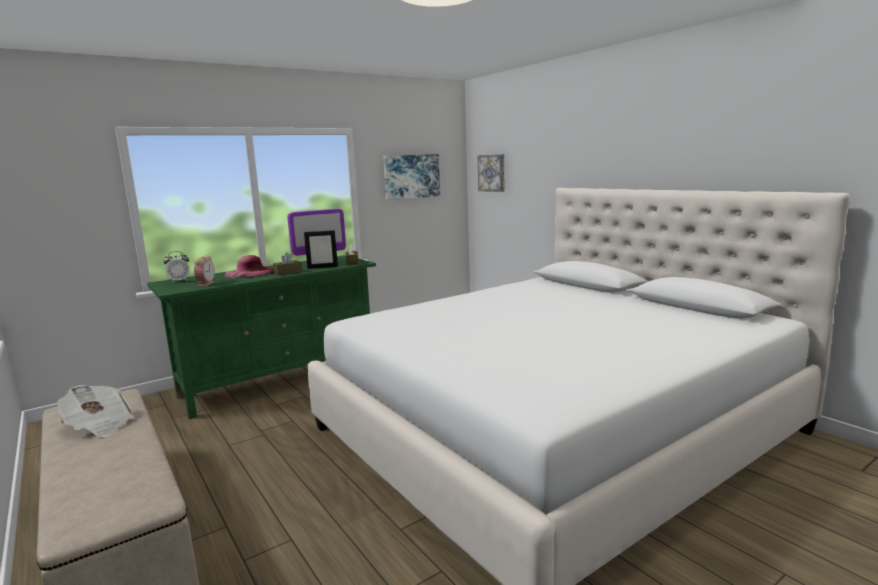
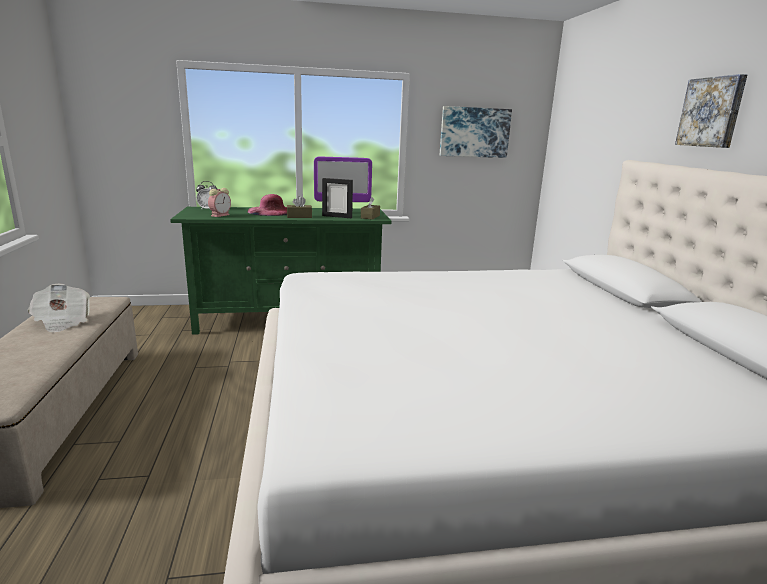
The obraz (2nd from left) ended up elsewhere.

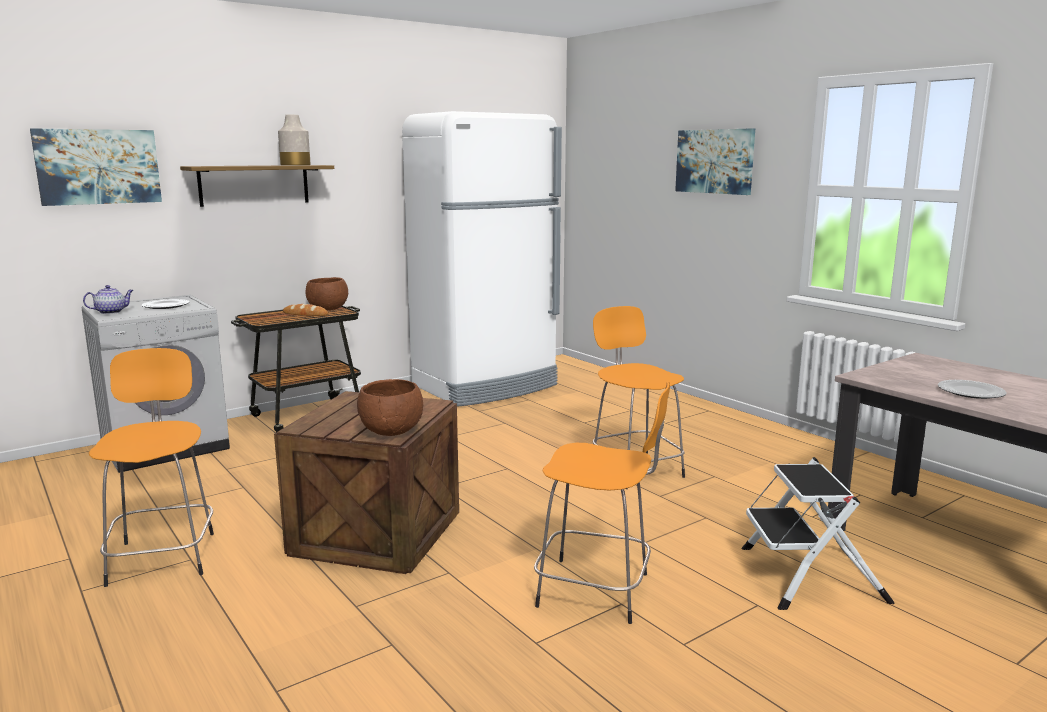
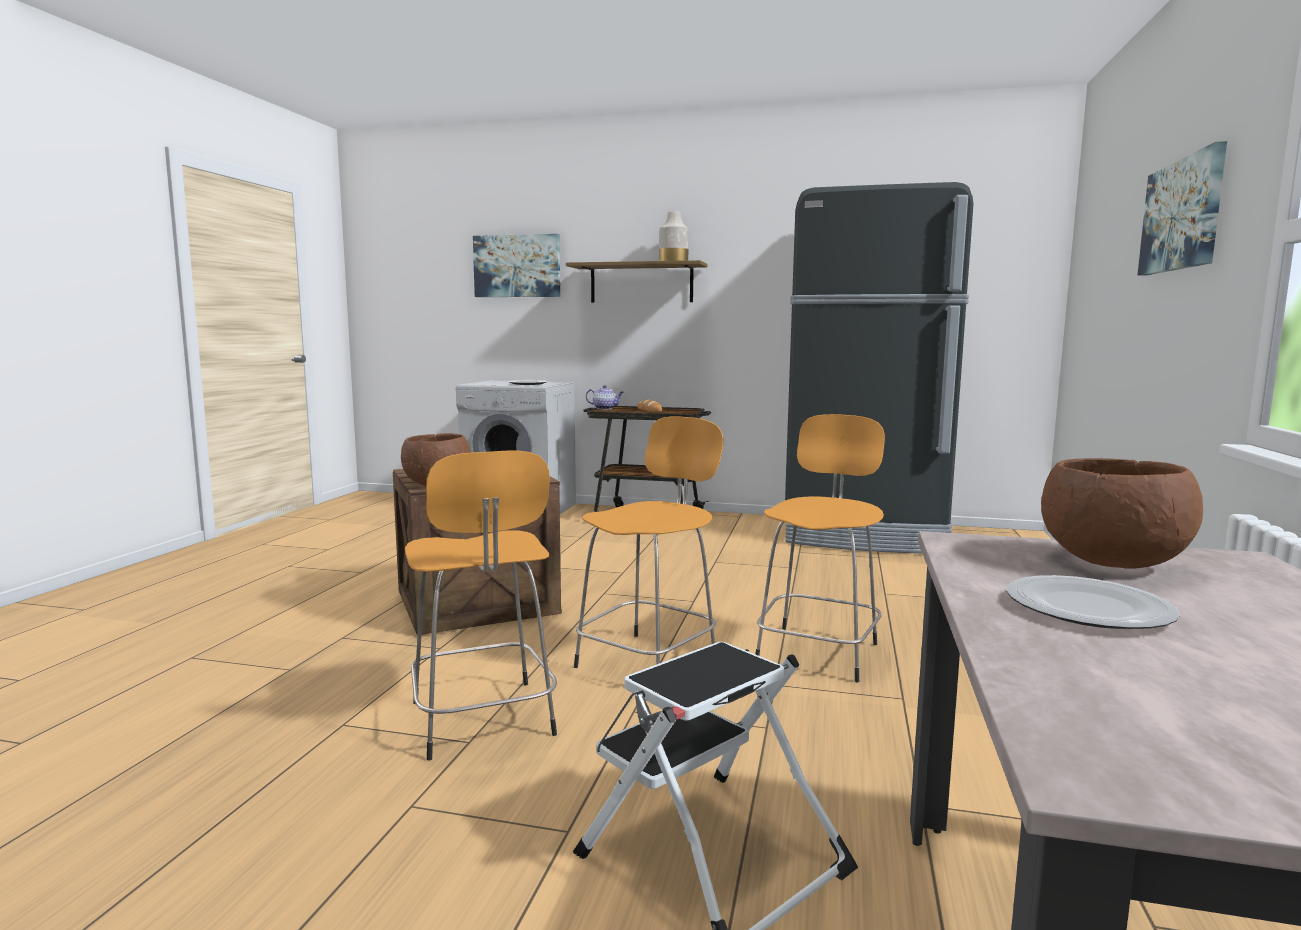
The imbryk ended up elsewhere.
The stołek/pomarańczowy (1st from left in the first image) ended up elsewhere.
The miska/brązowy (1st from left in the first image) ended up elsewhere.
What was the lodówka/biały turned into the lodówka/czarny.

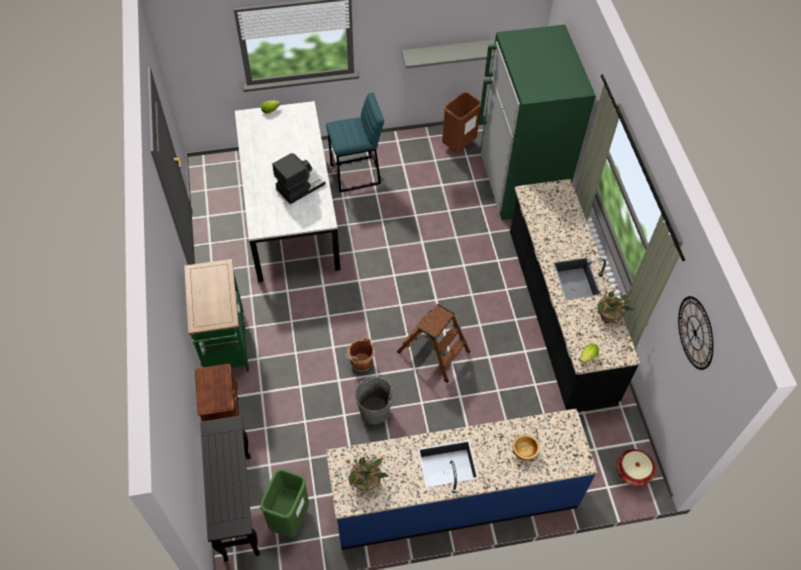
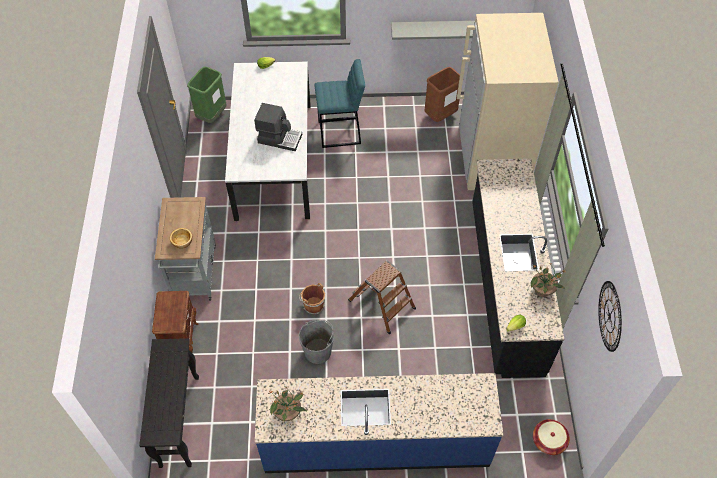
What was the wózek/zielony turned into the wózek/szary.
The kosz na śmieci/zielony ended up elsewhere.
The ekspres do kawy ended up facing another way, 45 degrees clockwise from before.
What was the lodówka/zielony turned into the lodówka/beżowy.
The miska ended up elsewhere.

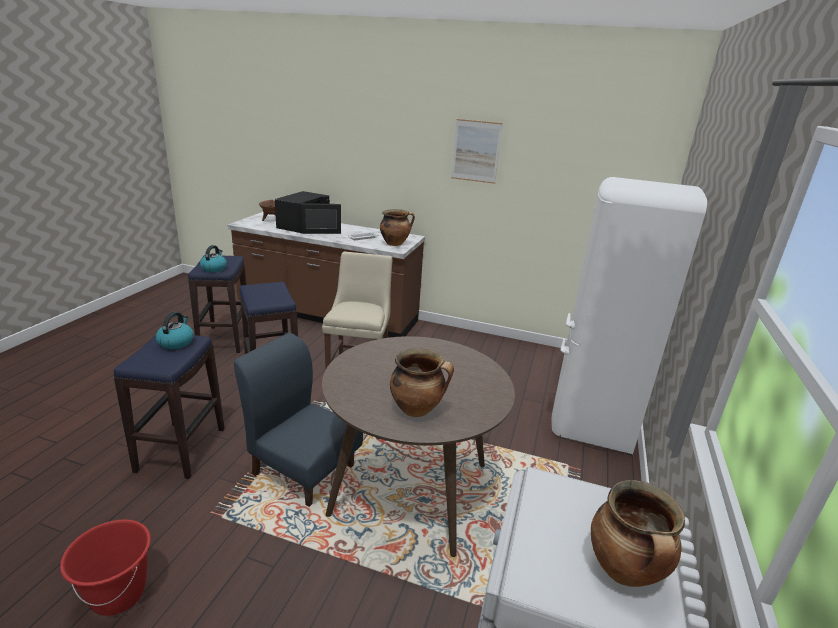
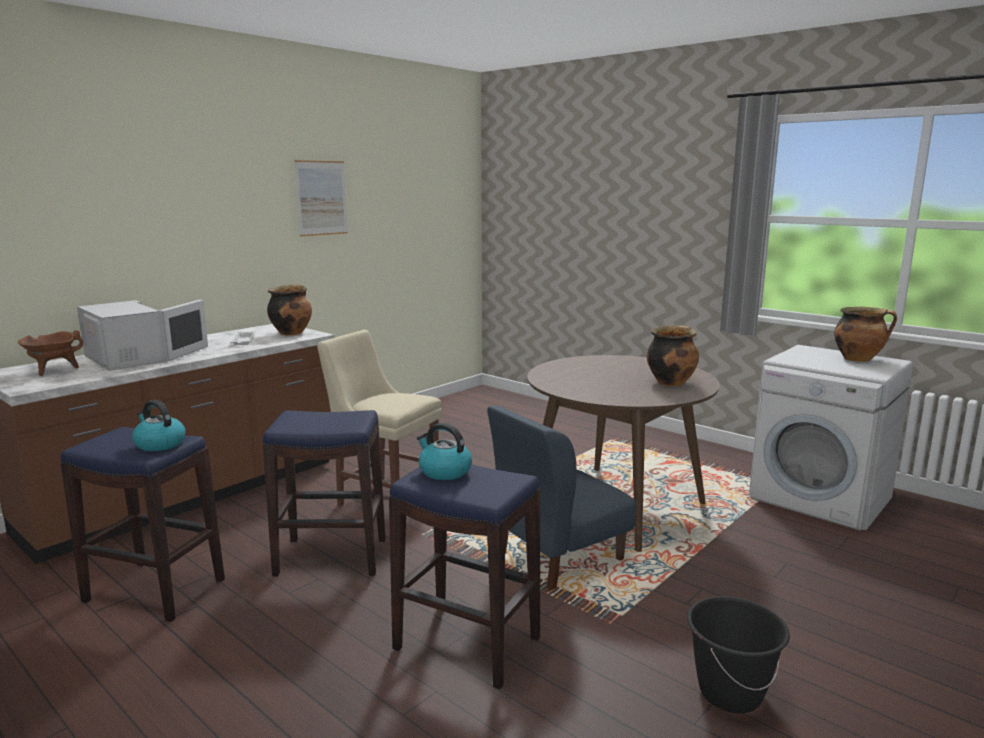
What was the wiadro/czerwony turned into the wiadro/czarny.
What was the mikrofalówka/czarny turned into the mikrofalówka/biały.
The second view lost the lodówka/biały.

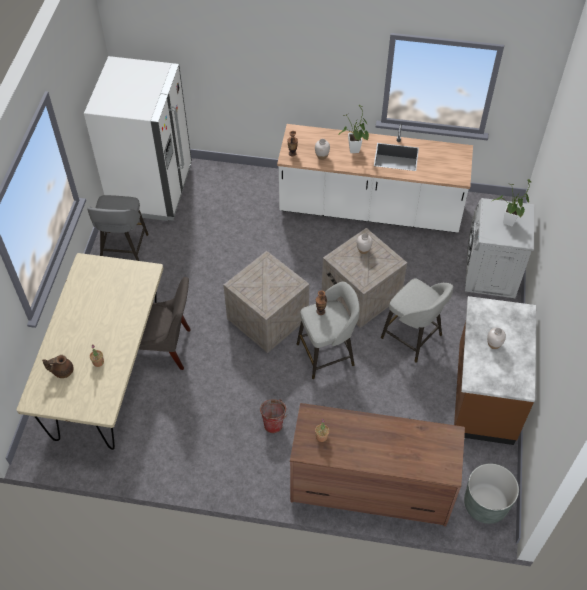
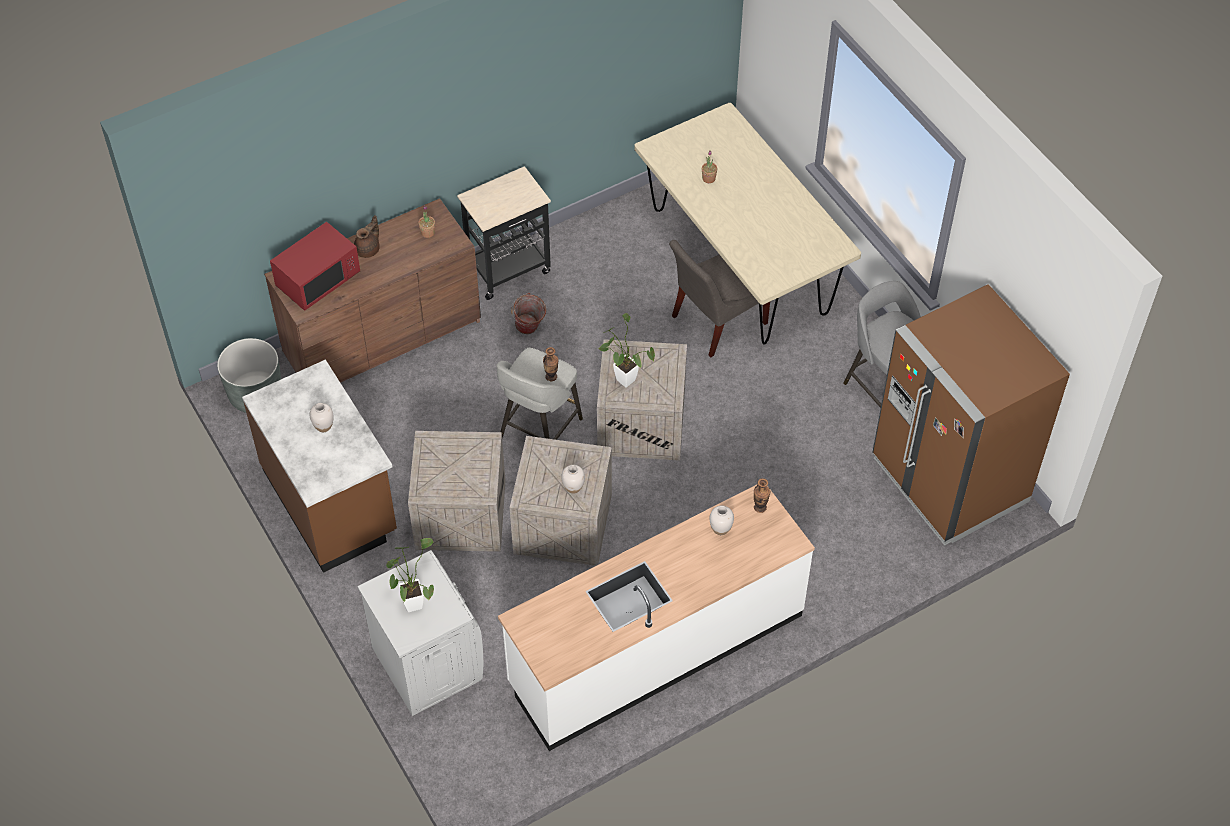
The imbryk/brązowy ended up elsewhere.
What was the lodówka/biały turned into the lodówka/brązowy.
The roślina doniczkowa (3rd from left) ended up elsewhere.
Where the stołek/szary (3rd from left) stood, the skrzynka (1st from left) came to stand.
The second view gained the mikrofalówka/czerwony.
The second view gained the wózek.

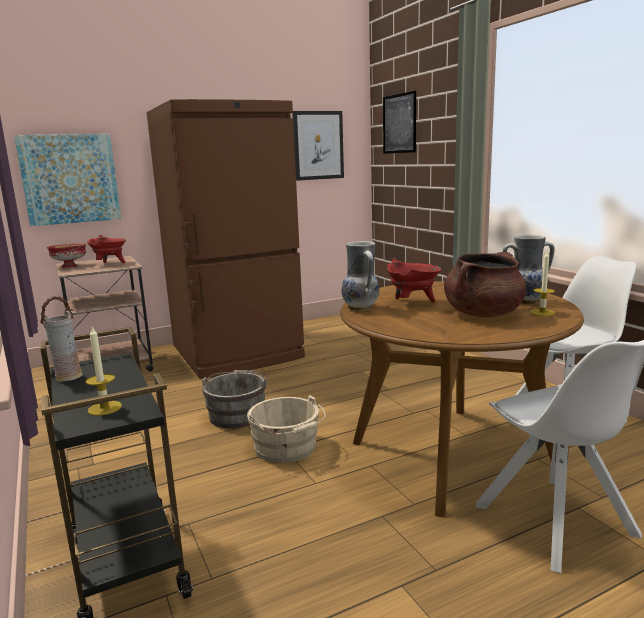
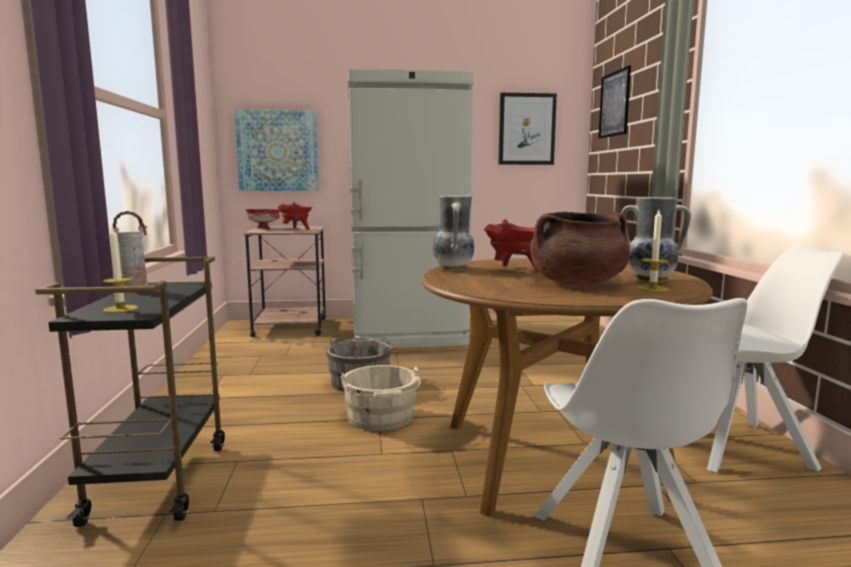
What was the lodówka/brązowy turned into the lodówka/biały.

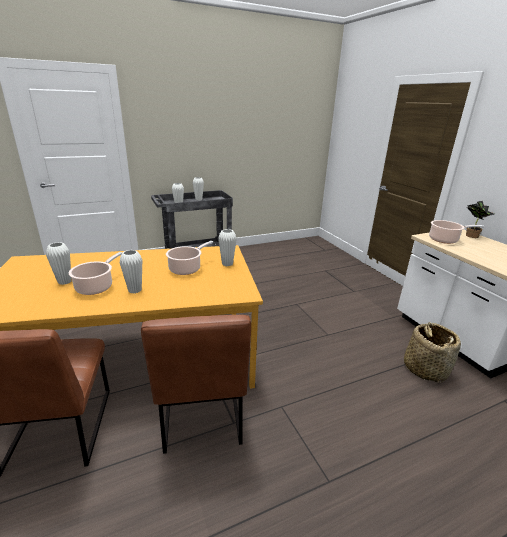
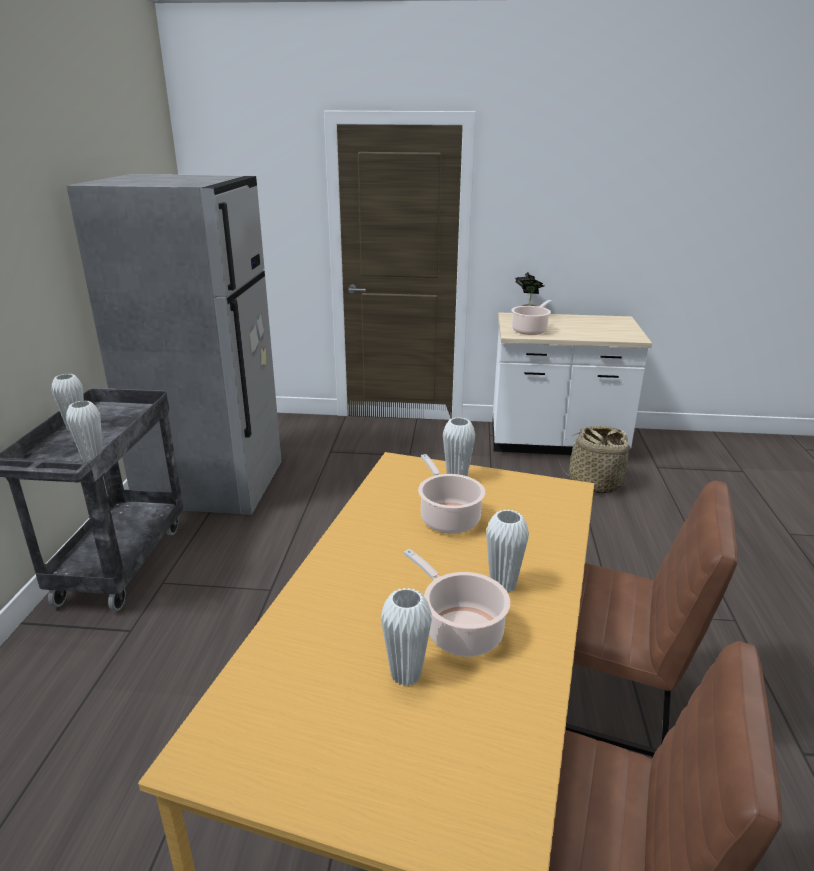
The second view gained the lodówka/szary.

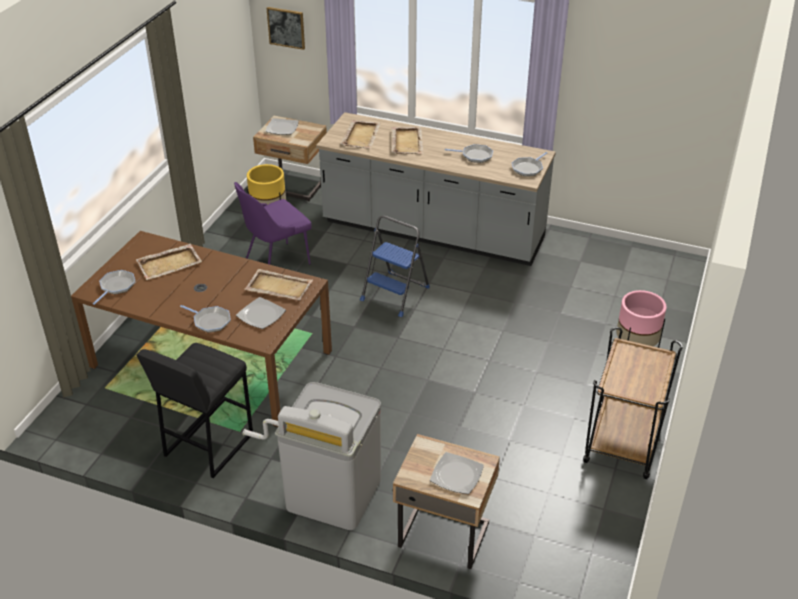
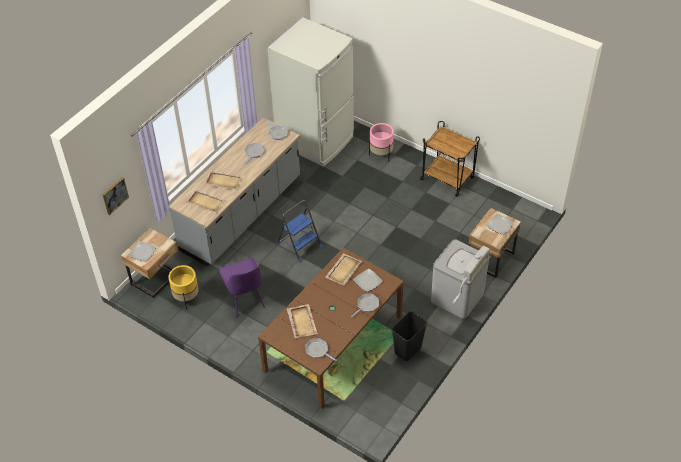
Where the stołek/czarny stood, the kosz na śmieci/czarny came to stand.
The second view gained the lodówka/biały.

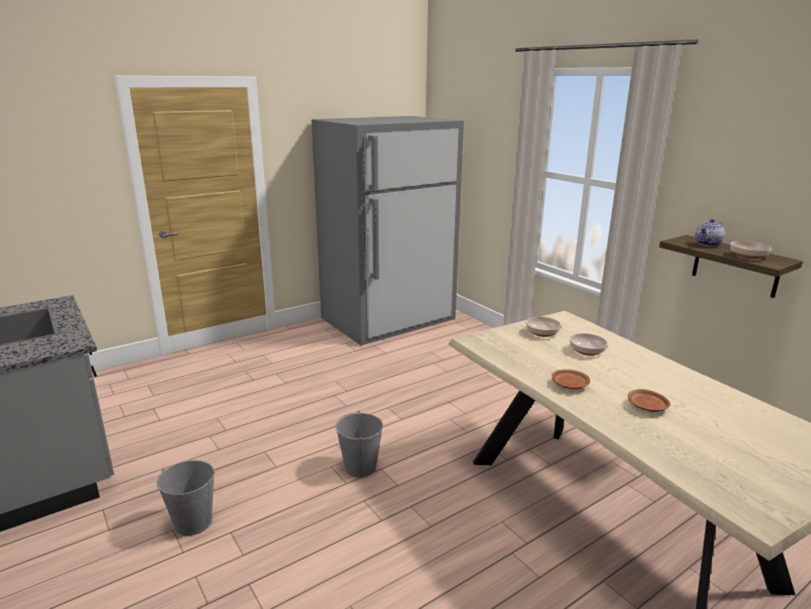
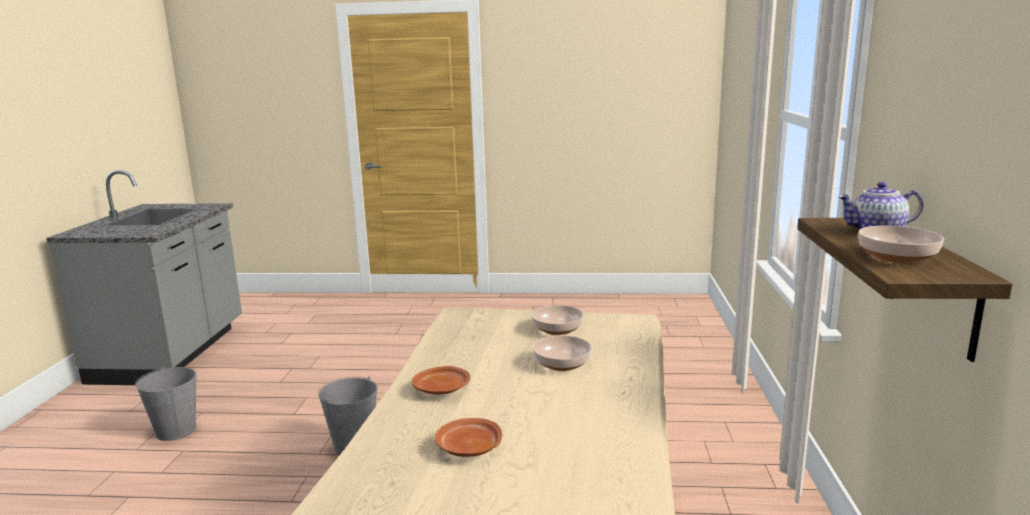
The second view lost the lodówka/szary.

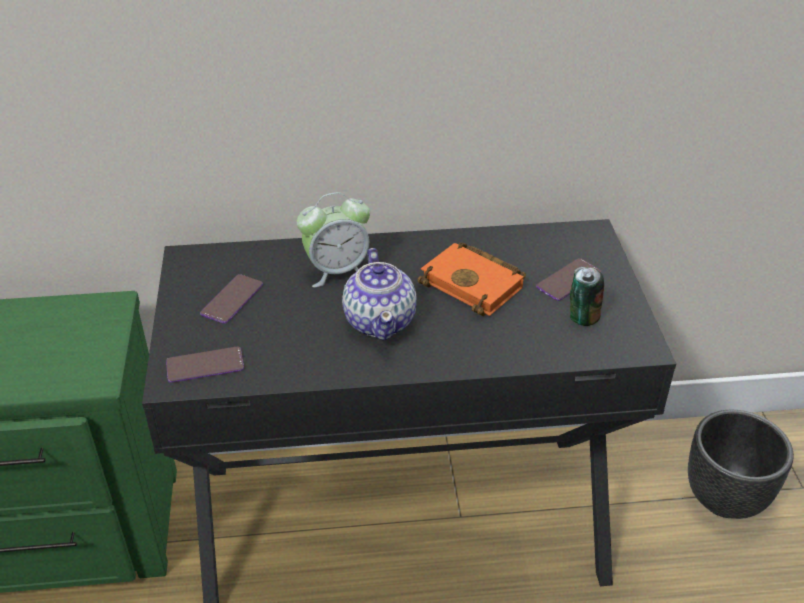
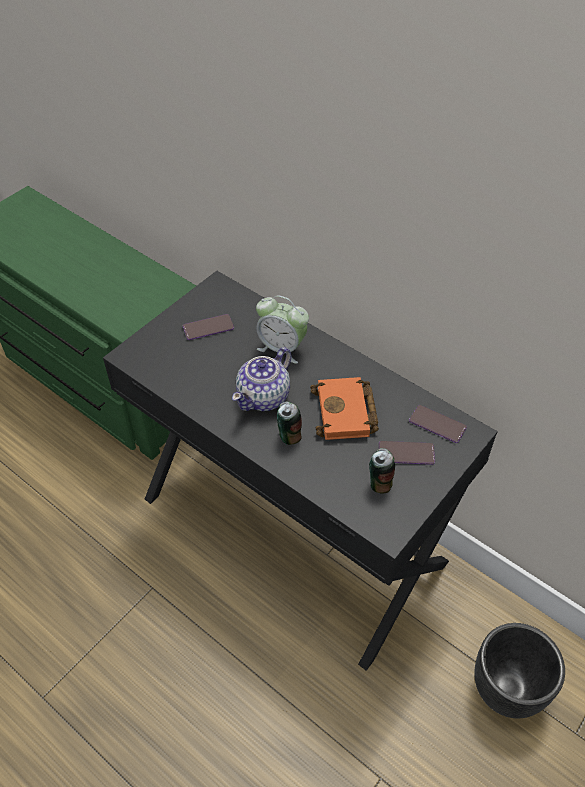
The telefon (1st from left in the first image) ended up elsewhere.
The second view gained the puszka (1st from left).

